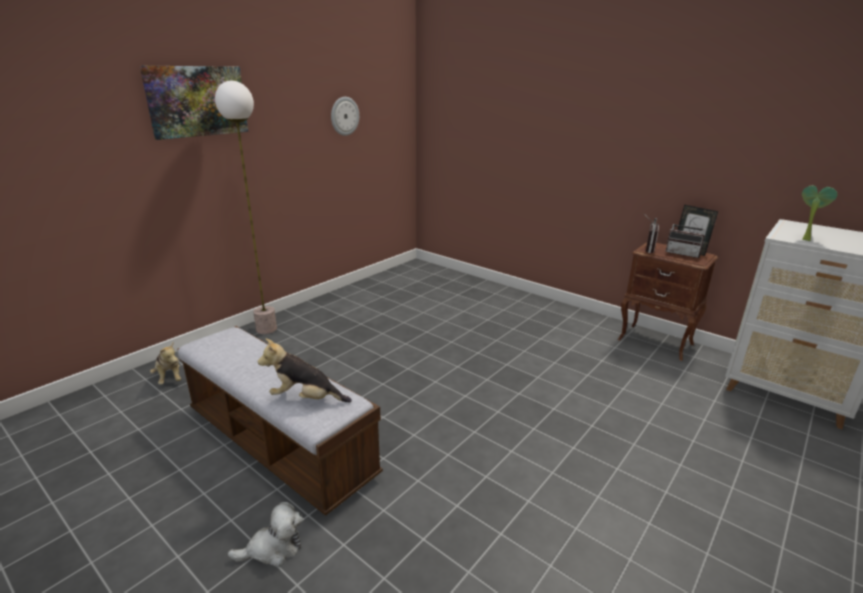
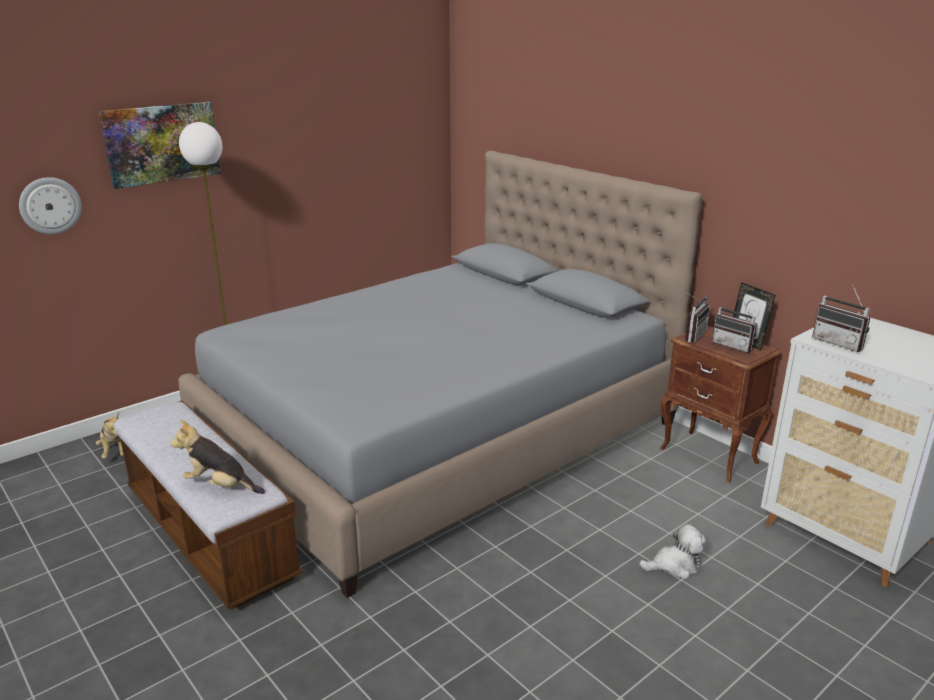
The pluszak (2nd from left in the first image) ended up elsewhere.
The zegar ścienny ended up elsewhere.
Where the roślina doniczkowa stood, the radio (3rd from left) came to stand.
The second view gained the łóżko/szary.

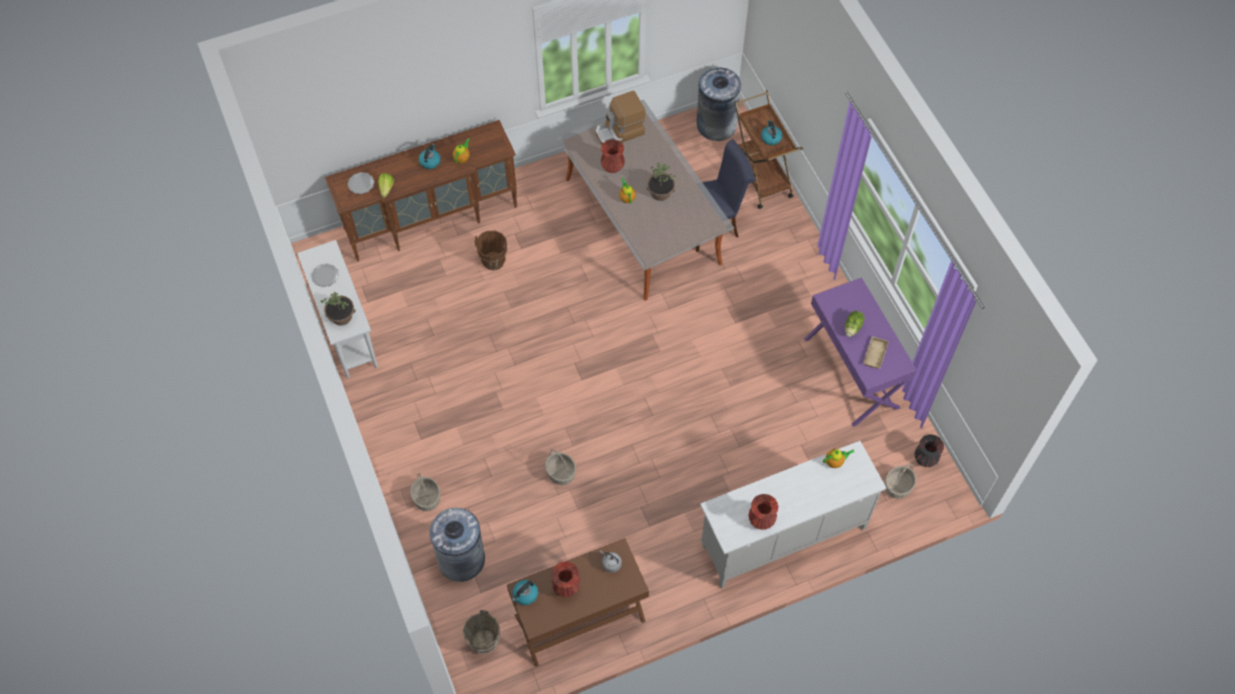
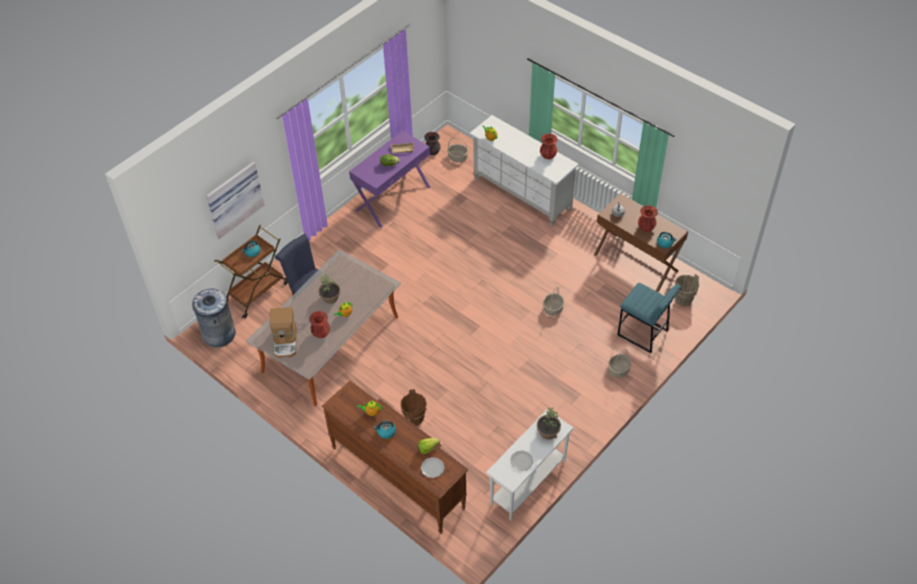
Where the kosz na śmieci/szary (1st from left) stood, the stołek/niebieski came to stand.
The ekspres do kawy ended up facing another way, 45 degrees clockwise from before.
The second view gained the obraz.

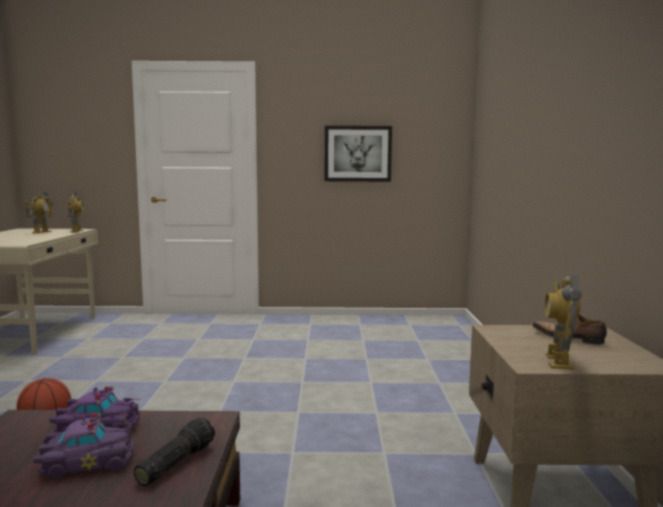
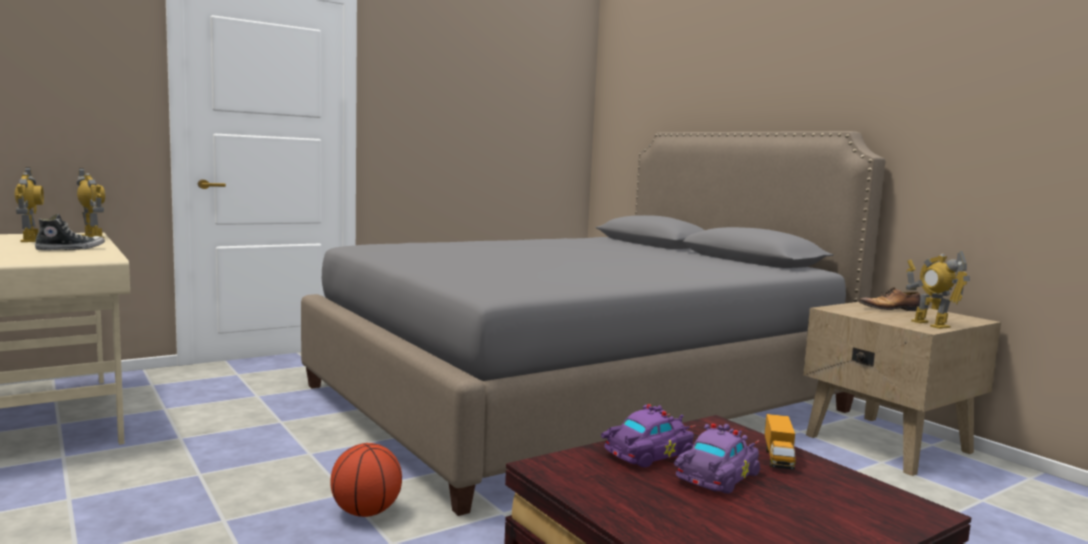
Where the latarka stood, the ciężarówka zabawkowa came to stand.
The second view lost the obraz.
The second view gained the but (1st from left).
The second view gained the łóżko/szary.

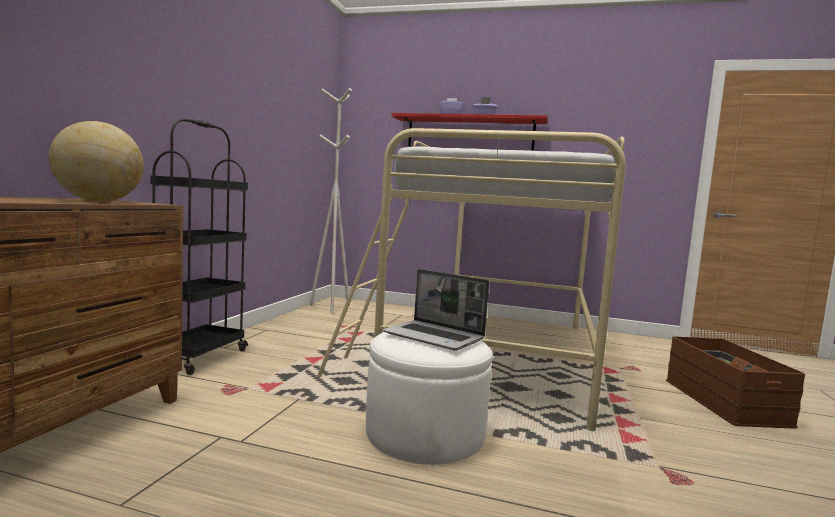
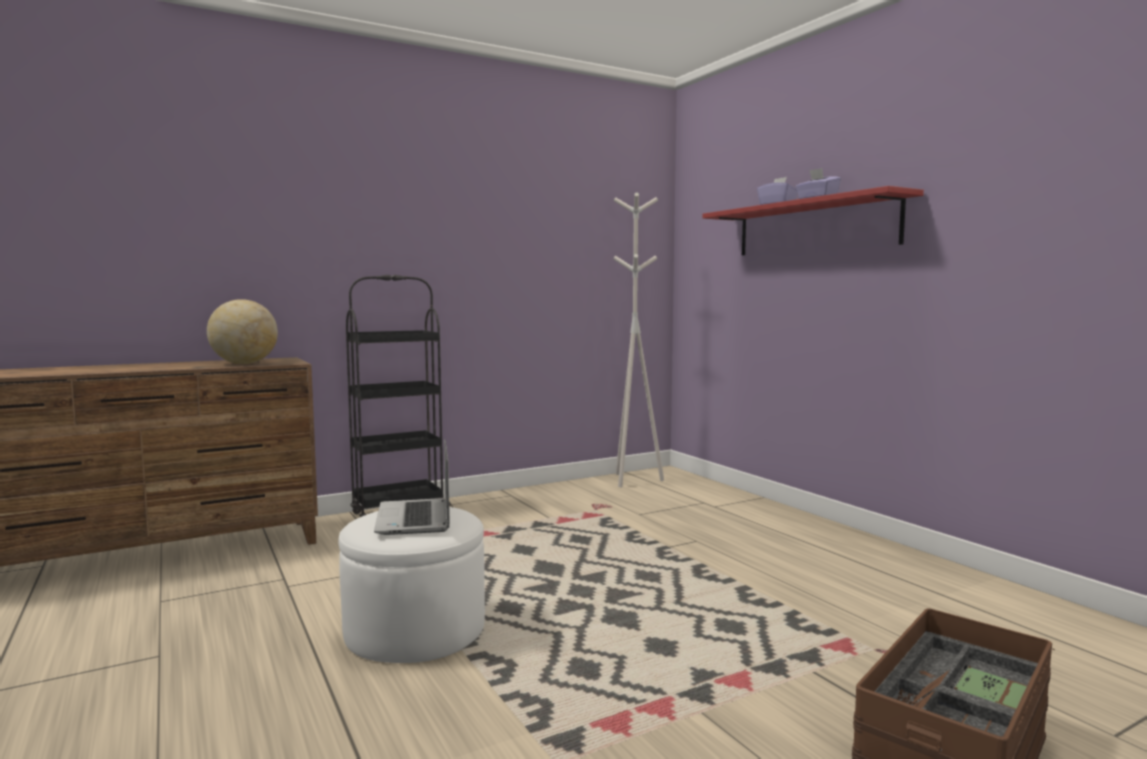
The second view lost the łóżko/beżowy.

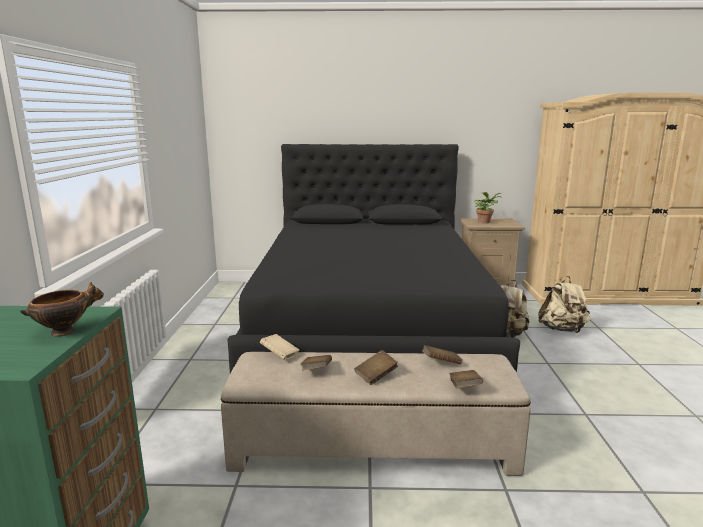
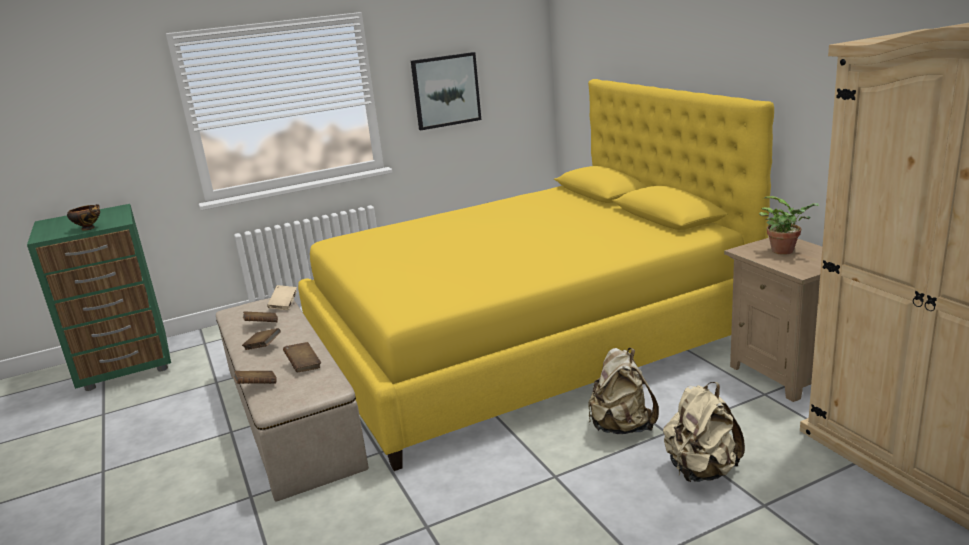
What was the łóżko/czarny turned into the łóżko/żółty.
The second view gained the obraz.

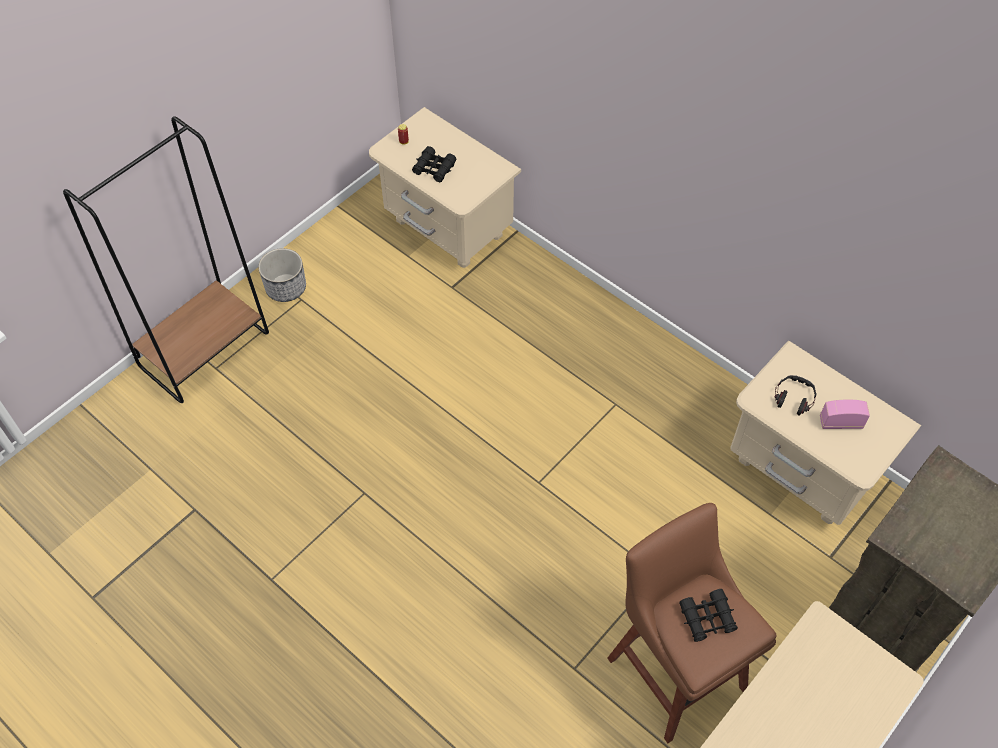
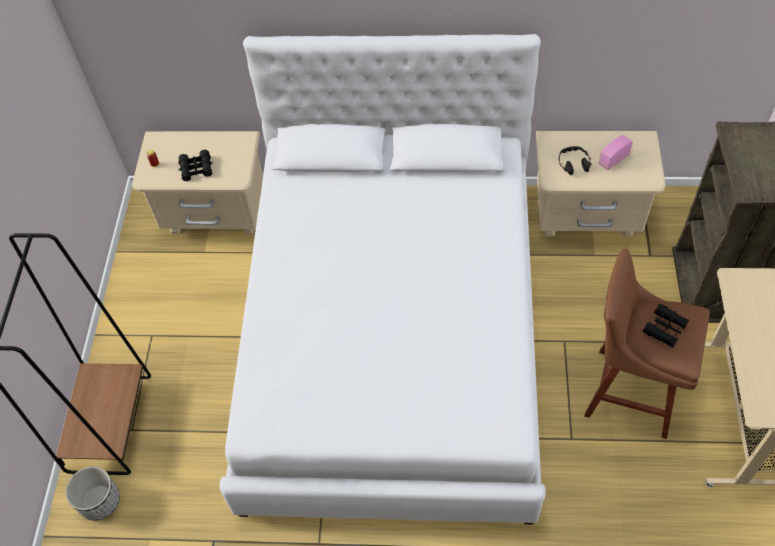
The donica ended up elsewhere.
The second view gained the łóżko/biały.

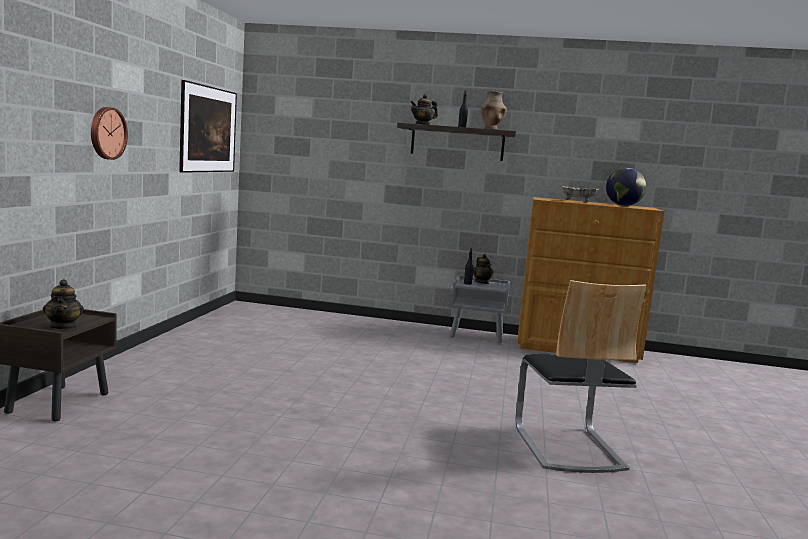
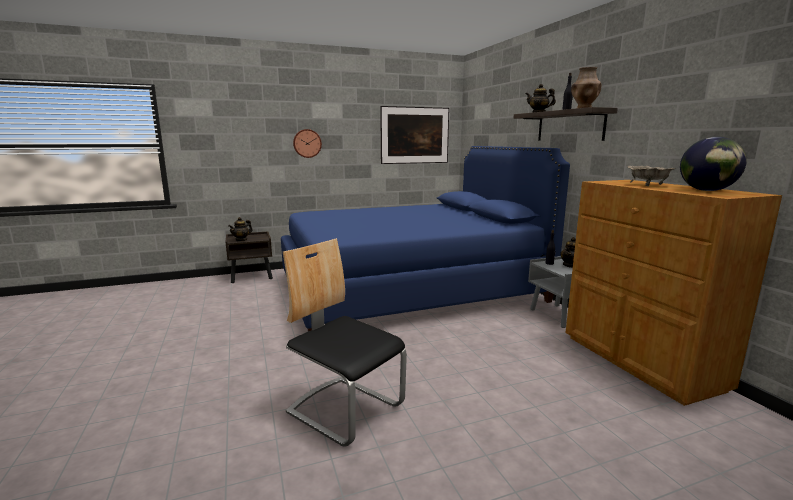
The krzesło ended up facing another way, 75 degrees clockwise from before.
The second view gained the łóżko/niebieski.

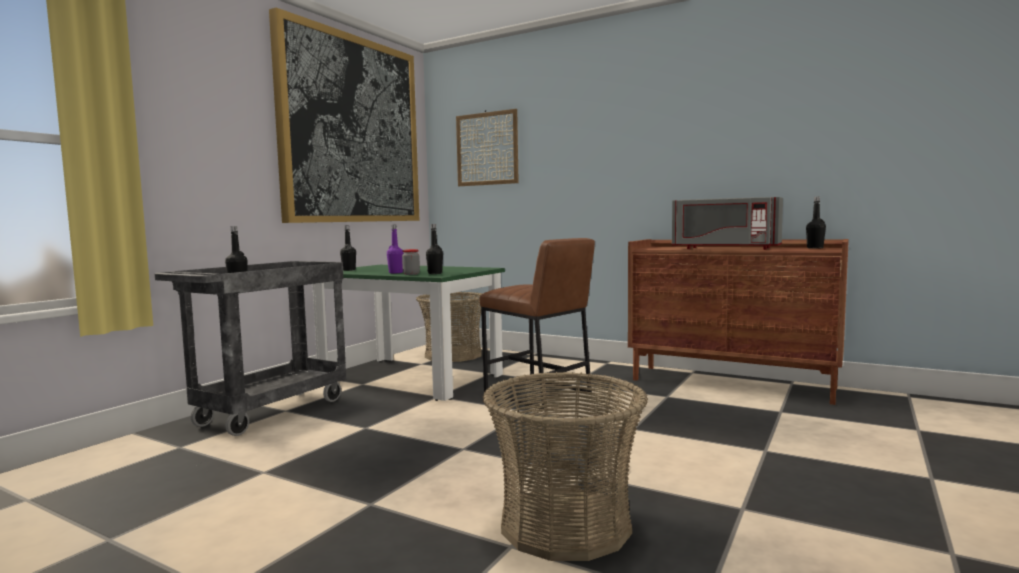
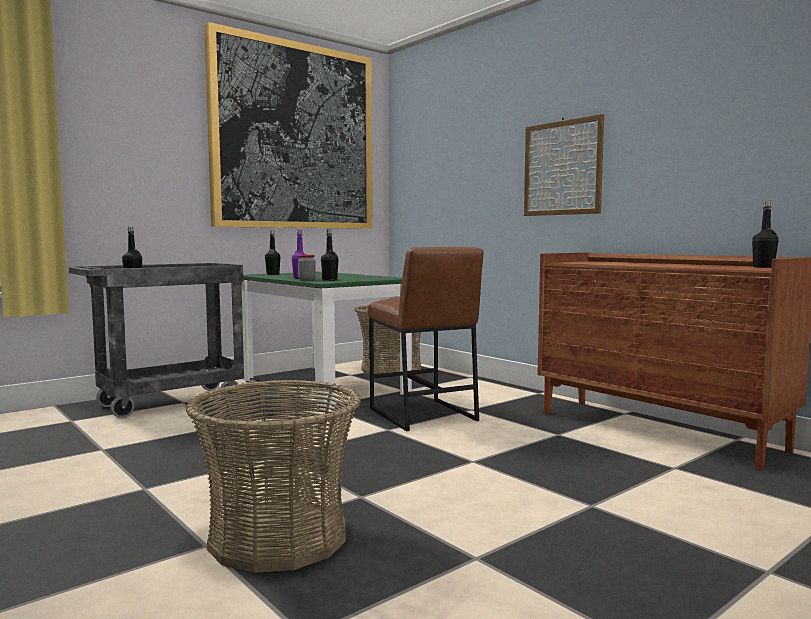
The obraz (2nd from left) ended up elsewhere.
The second view lost the mikrofalówka/szary.

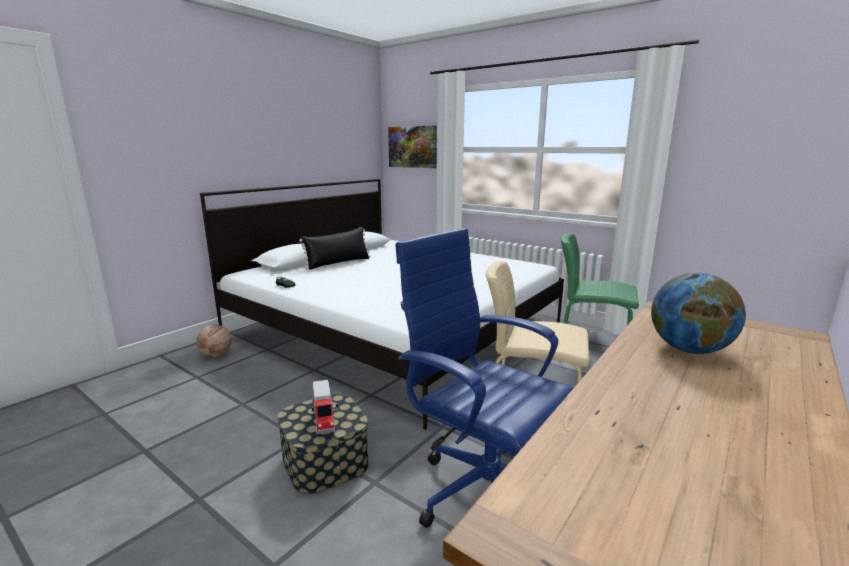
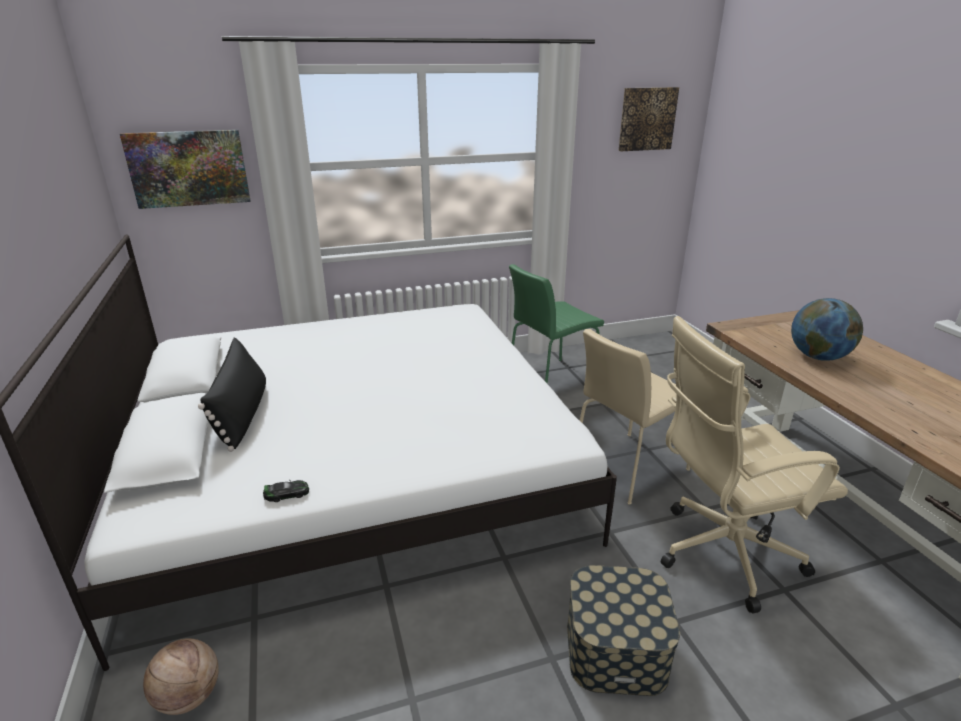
The second view lost the ciężarówka zabawkowa.
What was the krzesło biurowe/niebieski turned into the krzesło biurowe/beżowy.
The second view gained the obraz (2nd from left).

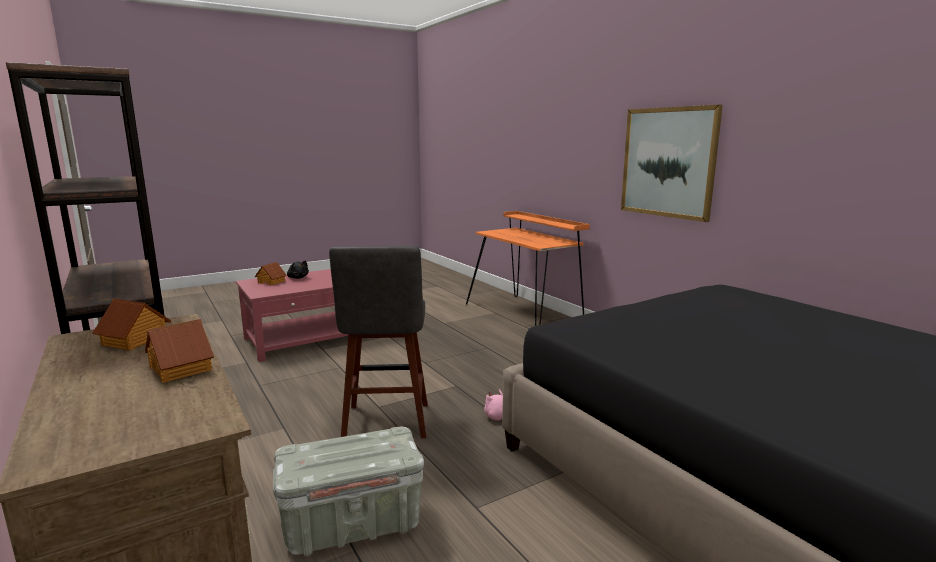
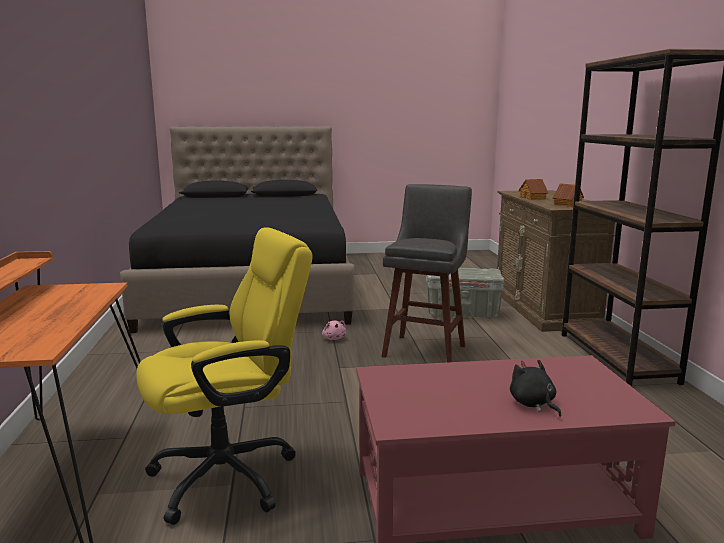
The second view lost the domek (3rd from left).
The second view lost the obraz.
The second view gained the krzesło biurowe/żółty.

